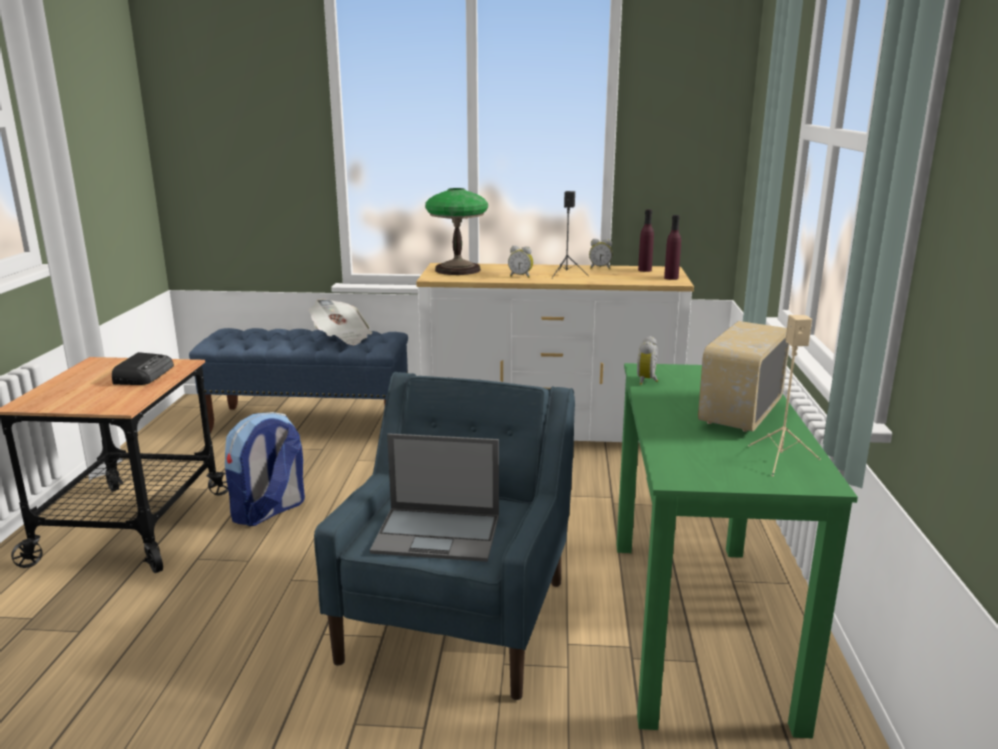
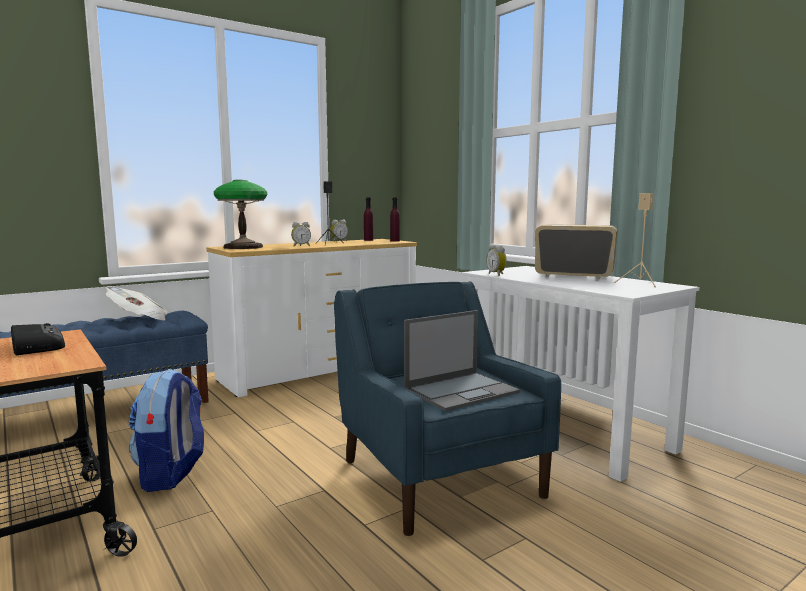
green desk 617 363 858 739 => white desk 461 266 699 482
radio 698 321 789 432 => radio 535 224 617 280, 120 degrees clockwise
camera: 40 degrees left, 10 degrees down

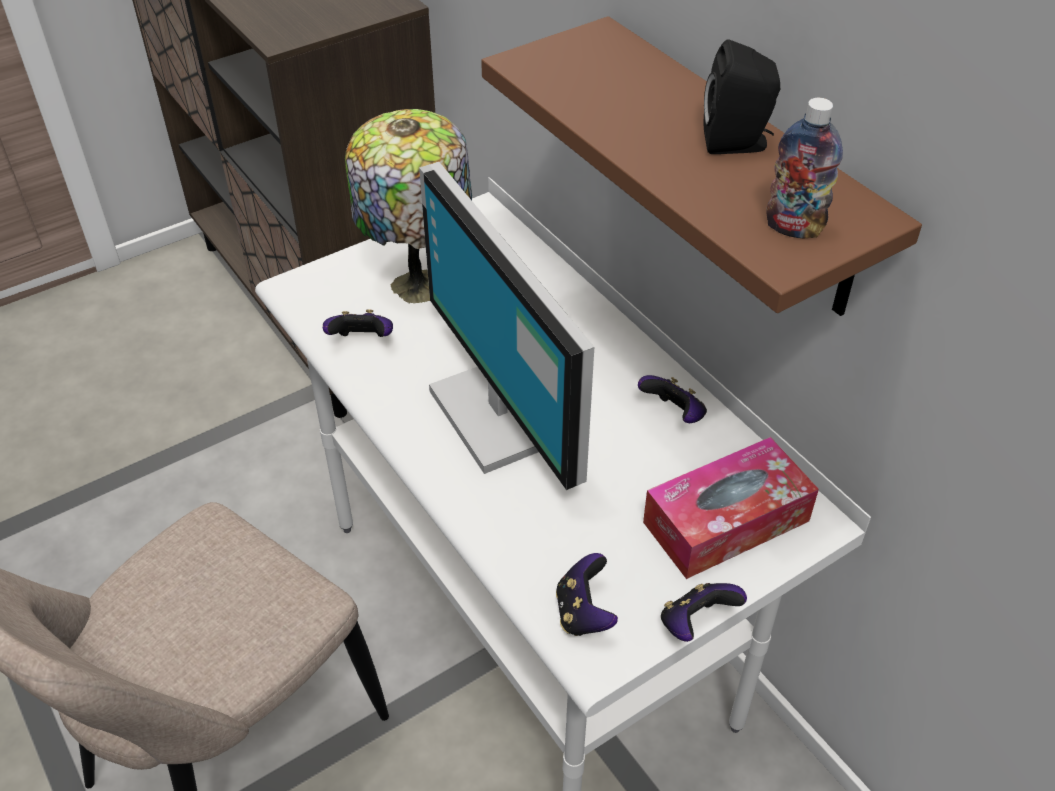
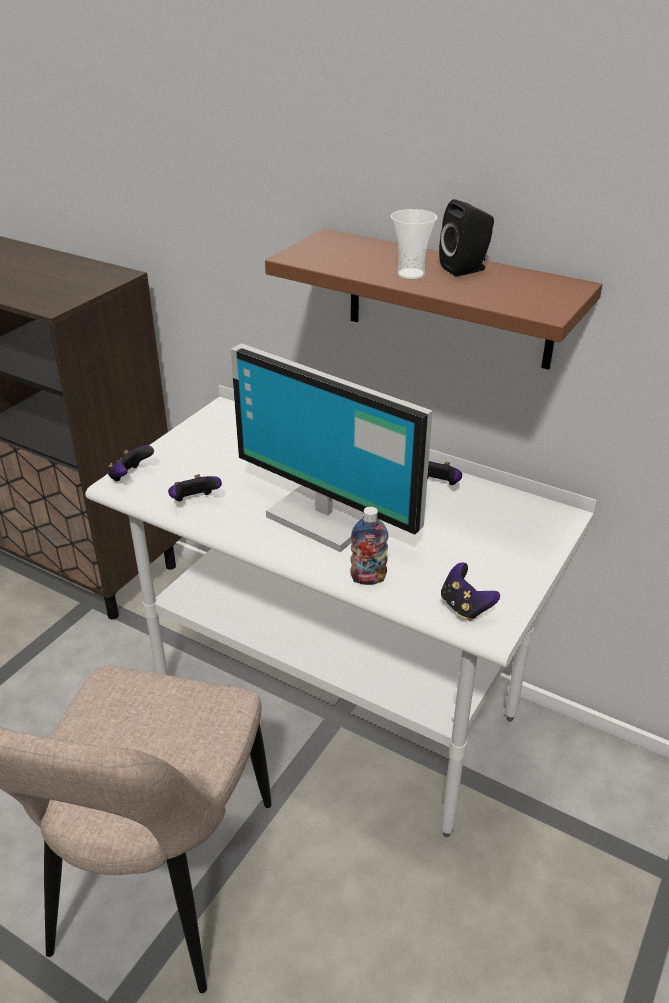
table lamp 345 109 472 304 => nothing
tissue box 643 437 819 579 => nothing
game controller 661 583 747 642 => game controller 108 445 154 482, relocated
bottle 766 98 843 238 => bottle 350 507 389 585, relocated
nothing => cup 391 209 438 279
camera: 25 degrees left, 10 degrees down

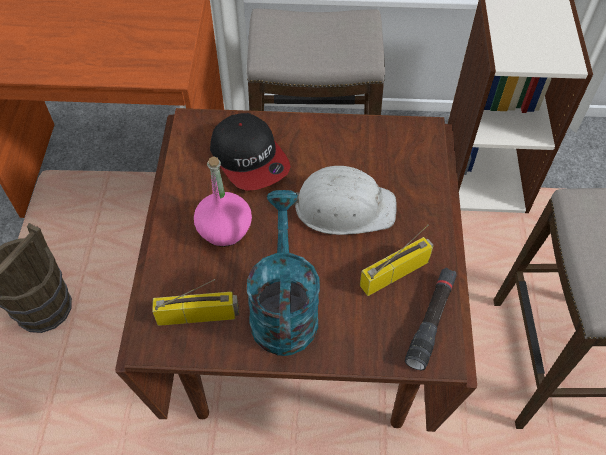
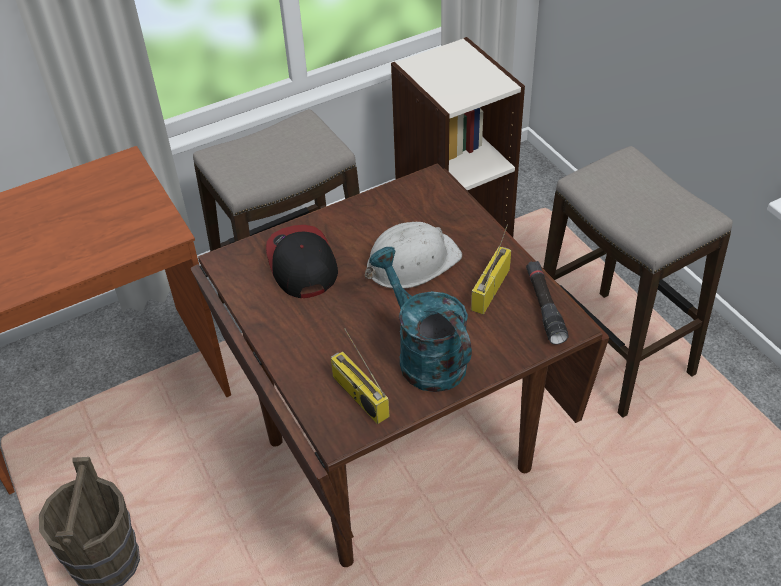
radio 152 279 239 326 => radio 331 329 390 424, 90 degrees counterclockwise
pink bottle 194 156 252 247 => nothing
cap 210 113 291 191 => cap 266 225 338 298, 135 degrees counterclockwise
camera: 30 degrees left, 10 degrees down

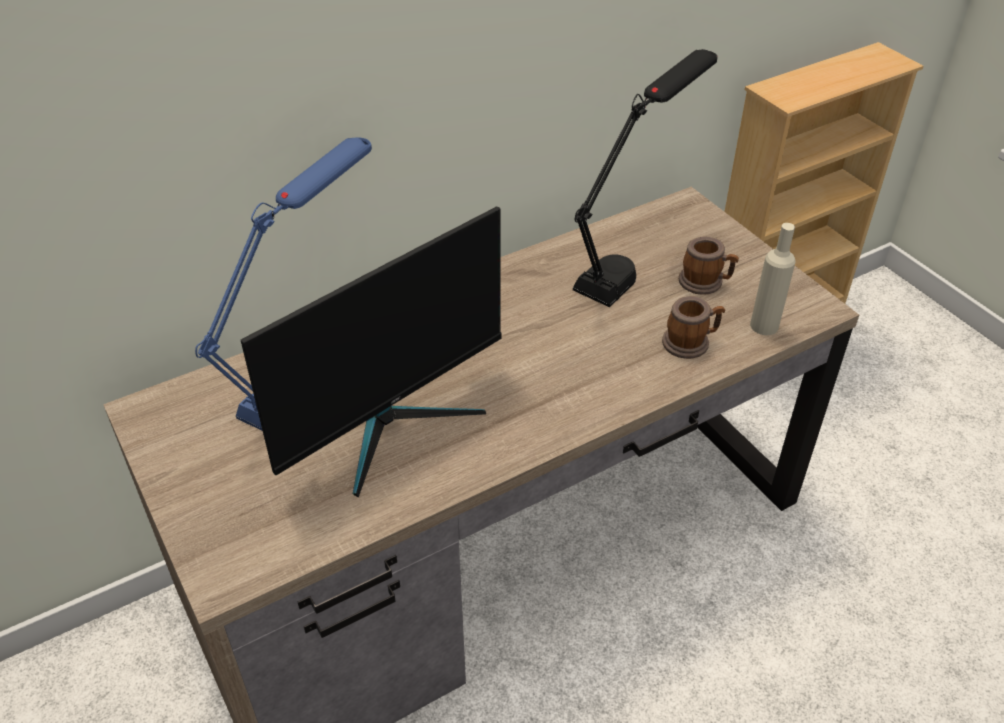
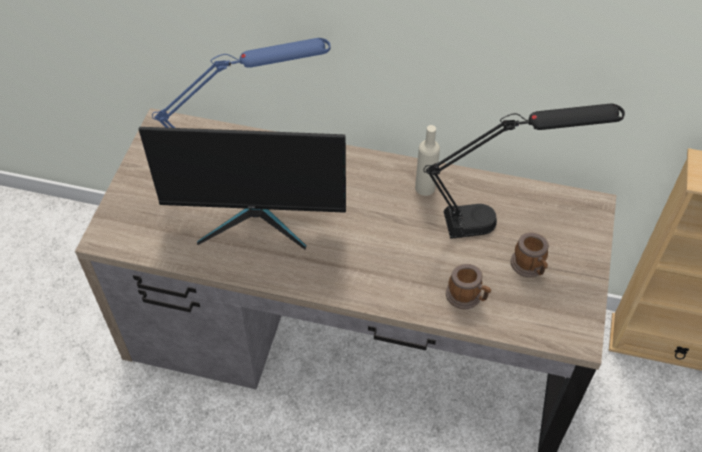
beige bottle 750 223 796 335 => beige bottle 415 125 440 196, relocated
camera: 45 degrees right, 10 degrees up

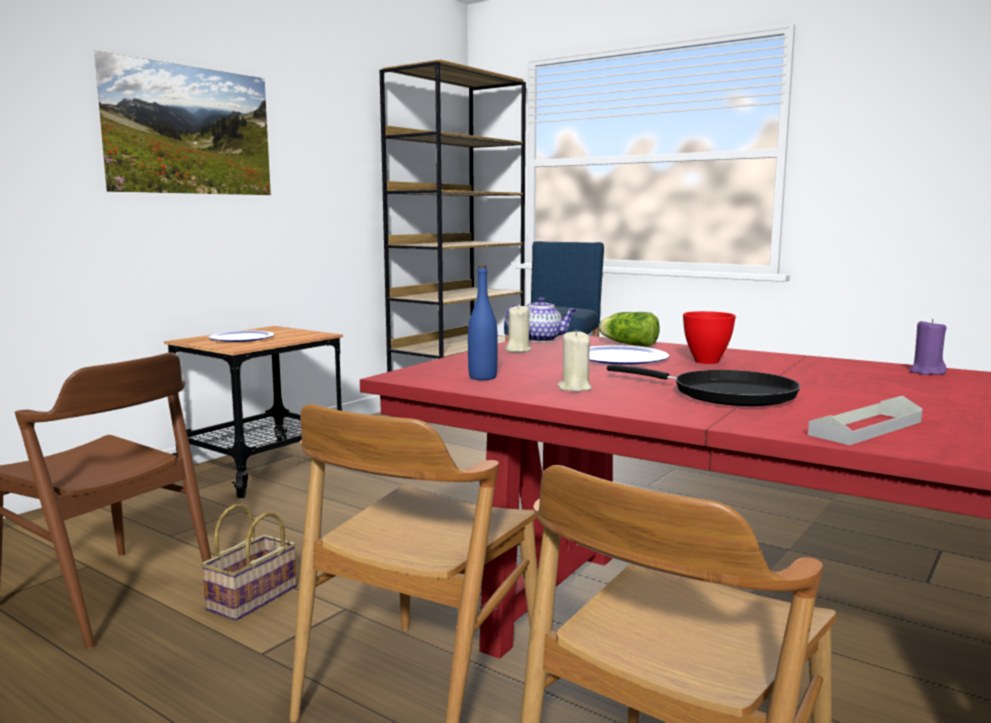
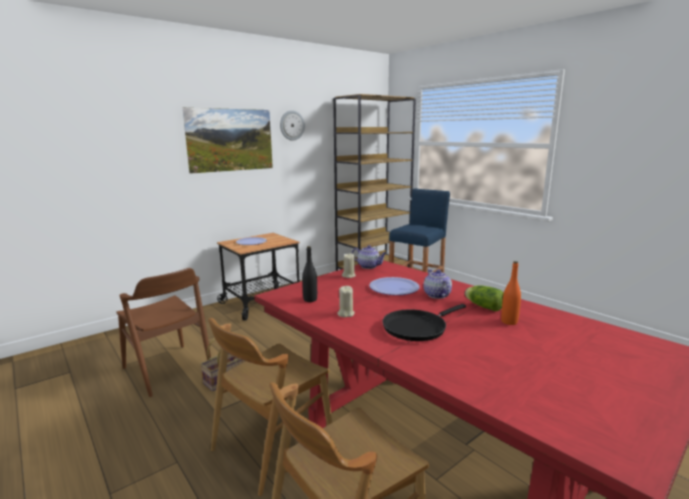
blue bottle 468 265 498 380 => black bottle 302 246 317 302
lettuce 599 312 660 347 => lettuce 465 285 504 311, relocated
black frying pan 607 364 800 406 => black frying pan 382 304 466 341, 90 degrees clockwise
red bowl 683 311 736 364 => teapot 423 269 452 299
grey tray 808 395 922 445 => nothing
purple candle 910 319 947 375 => nothing
nothing => wall clock 280 110 305 141
nothing => orange bottle 501 261 521 325
camera: 15 degrees right, 5 degrees up

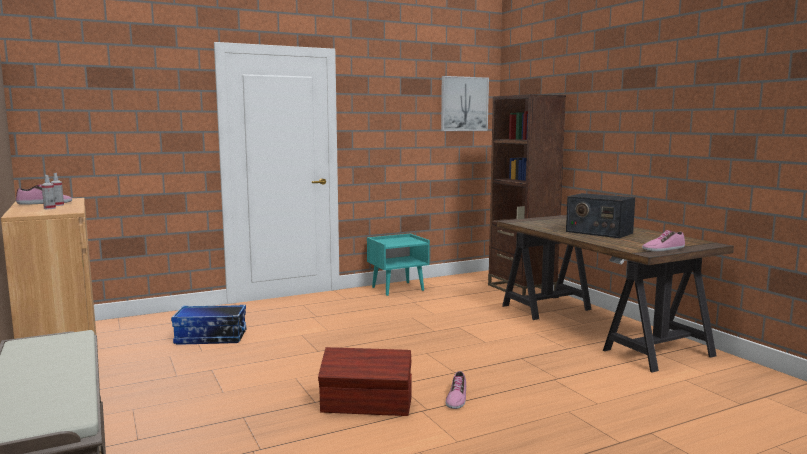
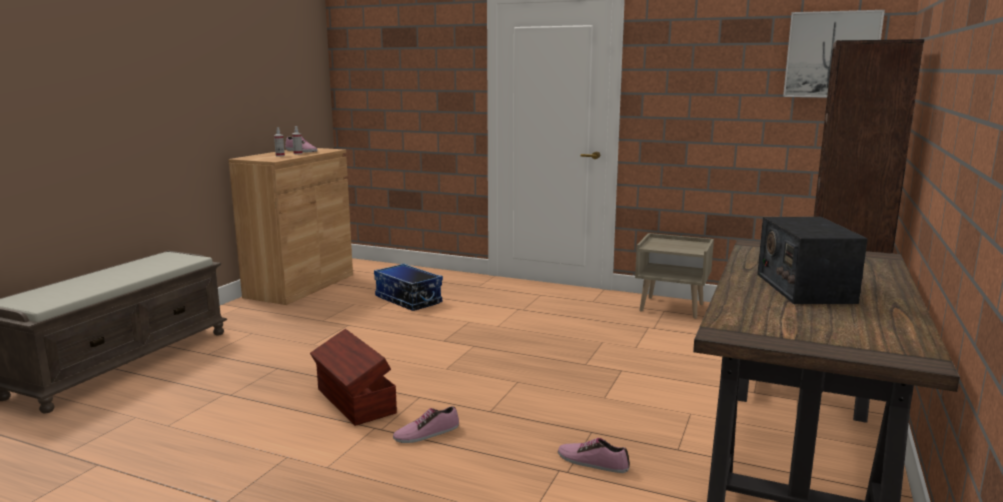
turquoise nightstand 367 233 430 296 => beige nightstand 635 233 714 319
shoe 642 230 685 251 => shoe 558 438 630 473, relocated
camera: 50 degrees right, 5 degrees up

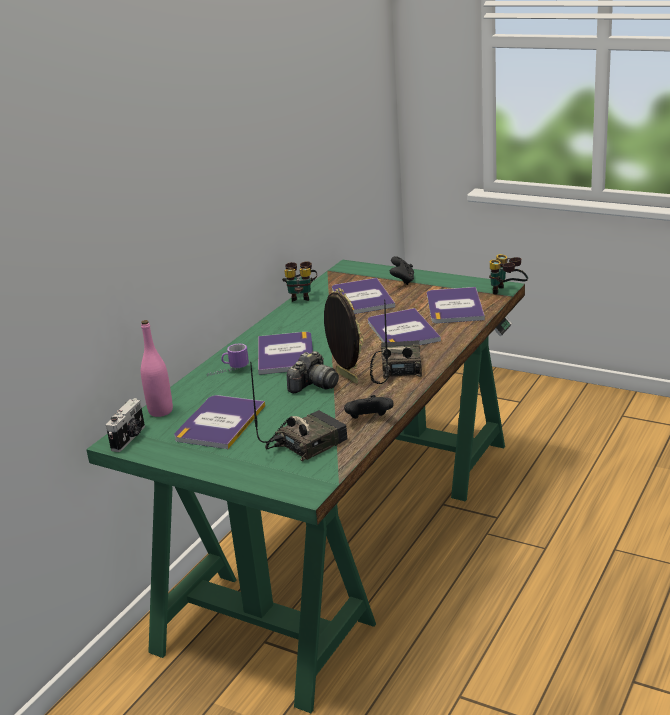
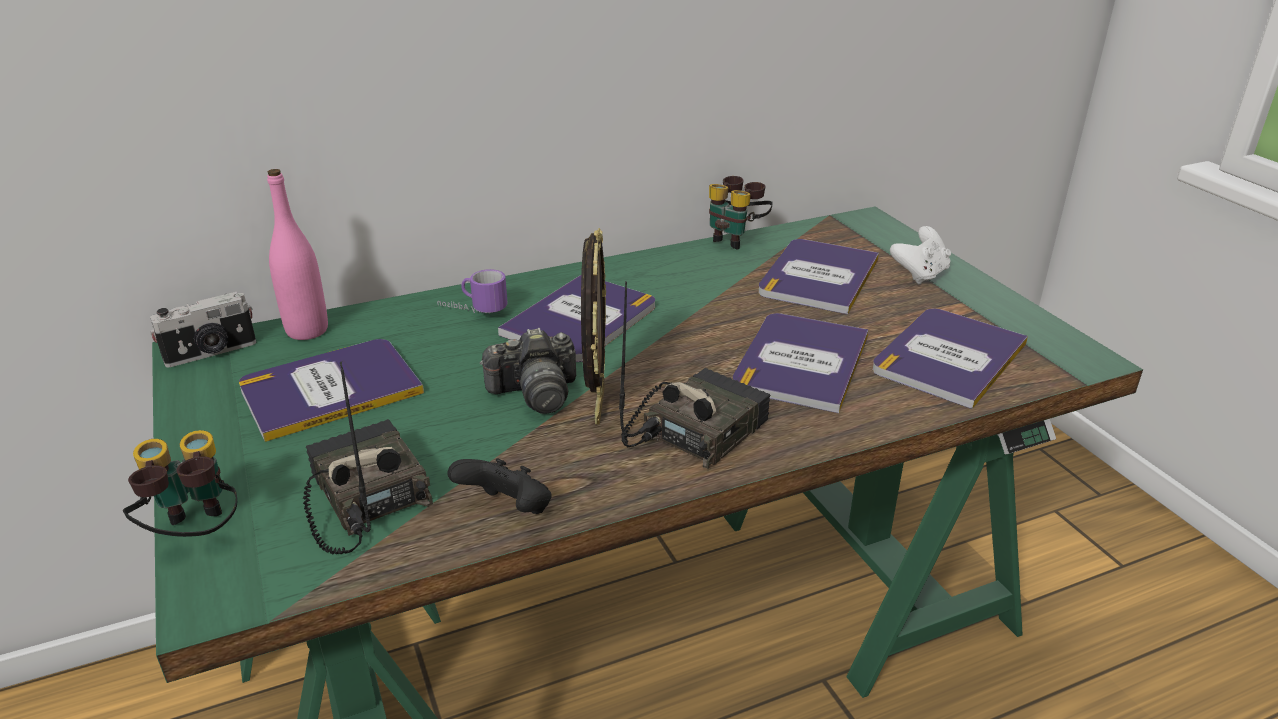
radio 251 365 347 461 => radio 303 361 433 554, 120 degrees counterclockwise
black game controller 390 256 414 285 => white game controller 890 226 951 285
binoculars 489 254 528 295 => binoculars 123 430 237 537, relocated
camera: 35 degrees right, 5 degrees up

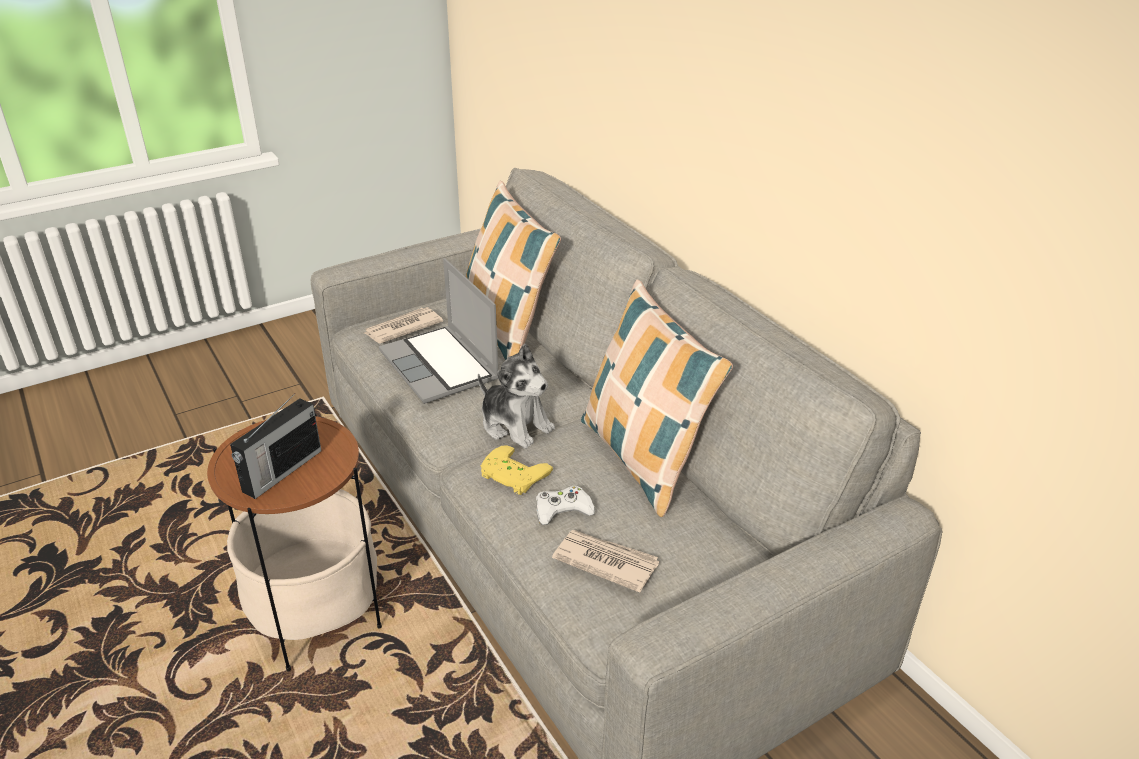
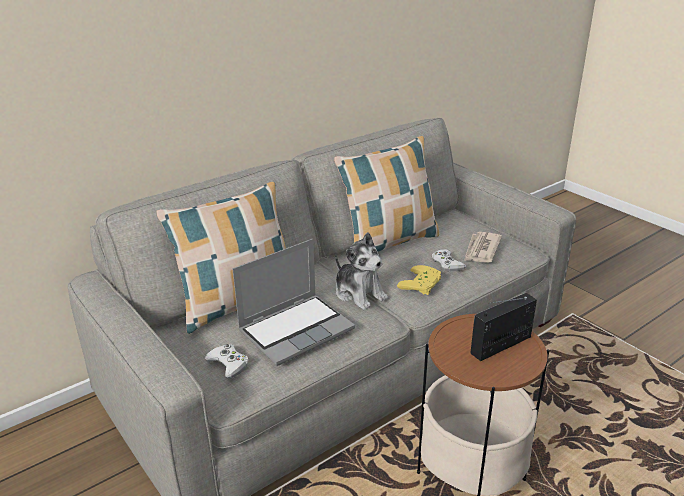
radio 230 393 321 499 => radio 470 293 537 361, 60 degrees counterclockwise
newspaper 365 307 443 344 => white game controller 205 344 249 378
plush toy 478 344 555 449 => plush toy 335 232 388 310, 105 degrees clockwise
camera: 95 degrees left, 5 degrees down

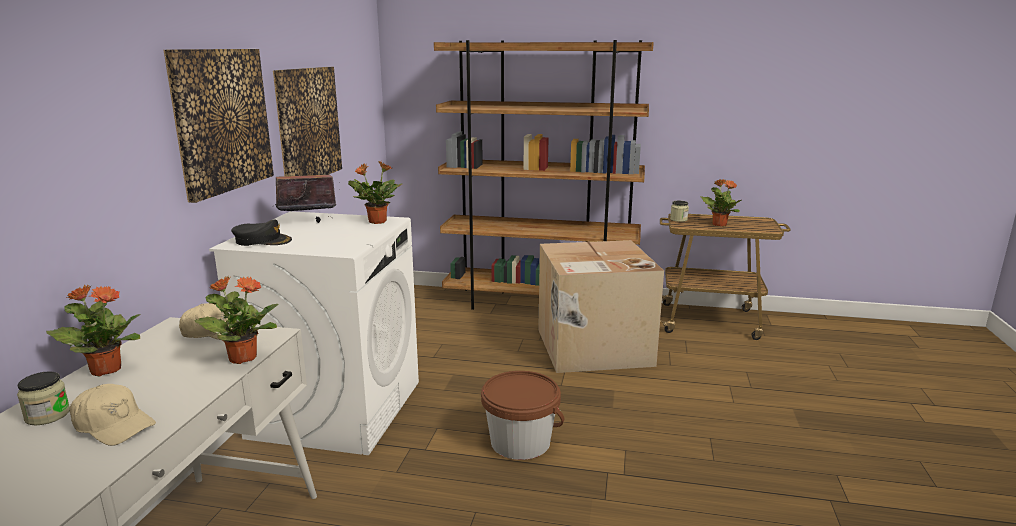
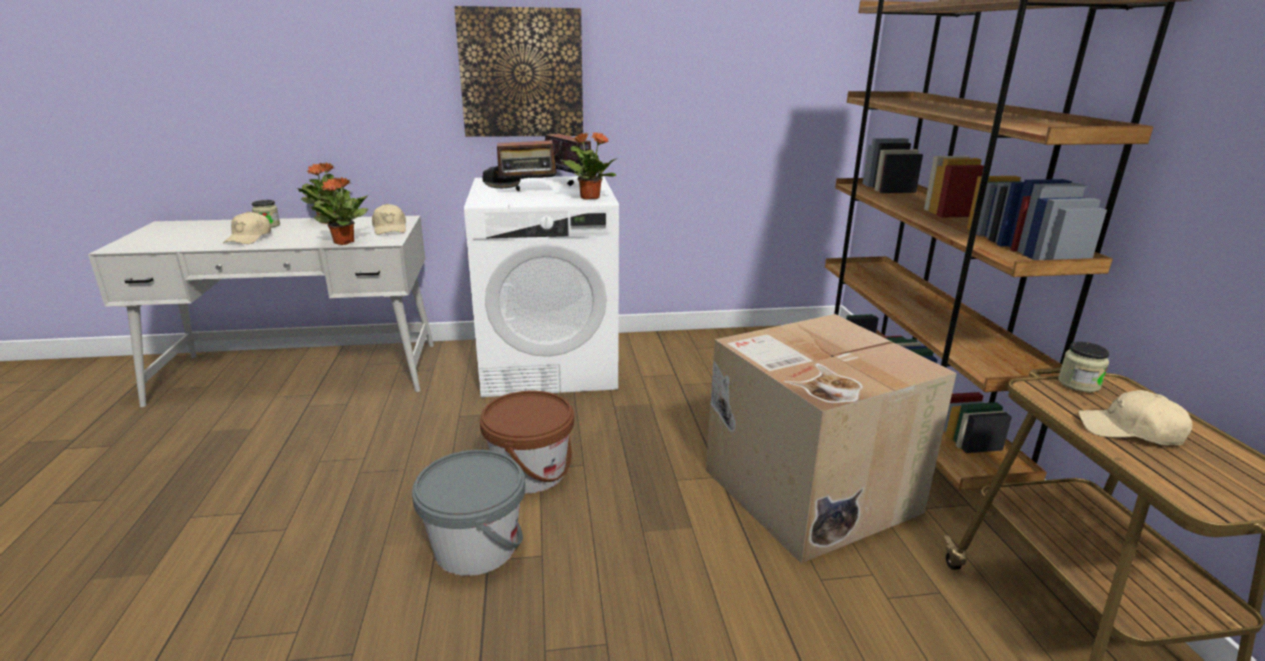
picture 273 67 342 176 => nothing
potted plant 701 179 741 227 => beige cap 1078 390 1193 445
nothing => grey bucket 412 450 525 576
nothing => radio 497 128 558 191
camera: 70 degrees right, 5 degrees up

